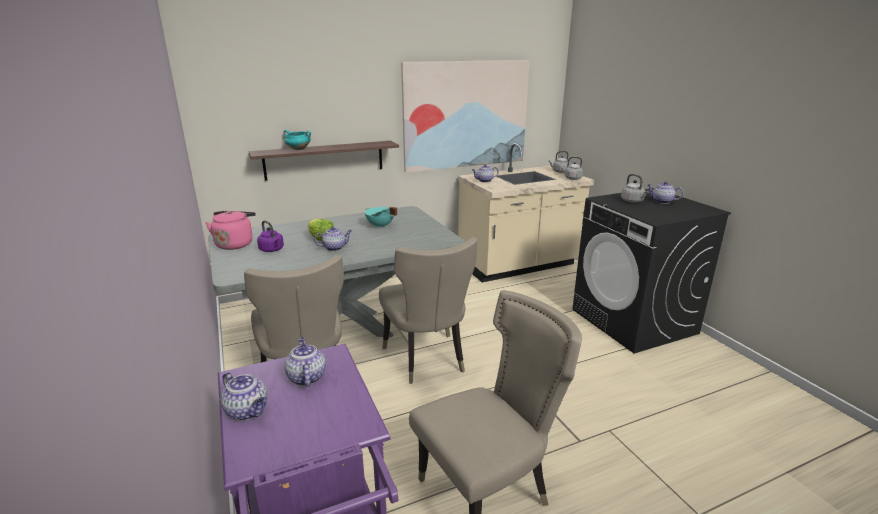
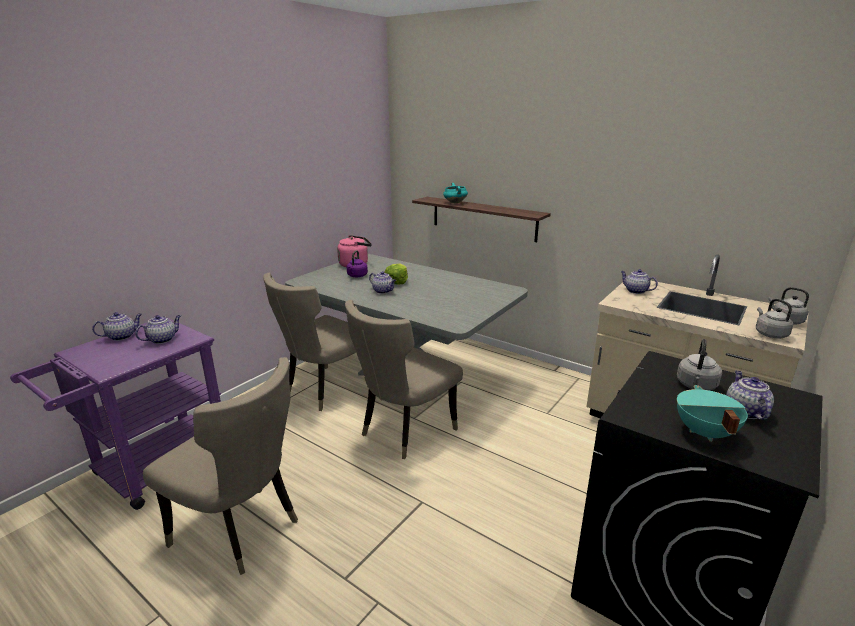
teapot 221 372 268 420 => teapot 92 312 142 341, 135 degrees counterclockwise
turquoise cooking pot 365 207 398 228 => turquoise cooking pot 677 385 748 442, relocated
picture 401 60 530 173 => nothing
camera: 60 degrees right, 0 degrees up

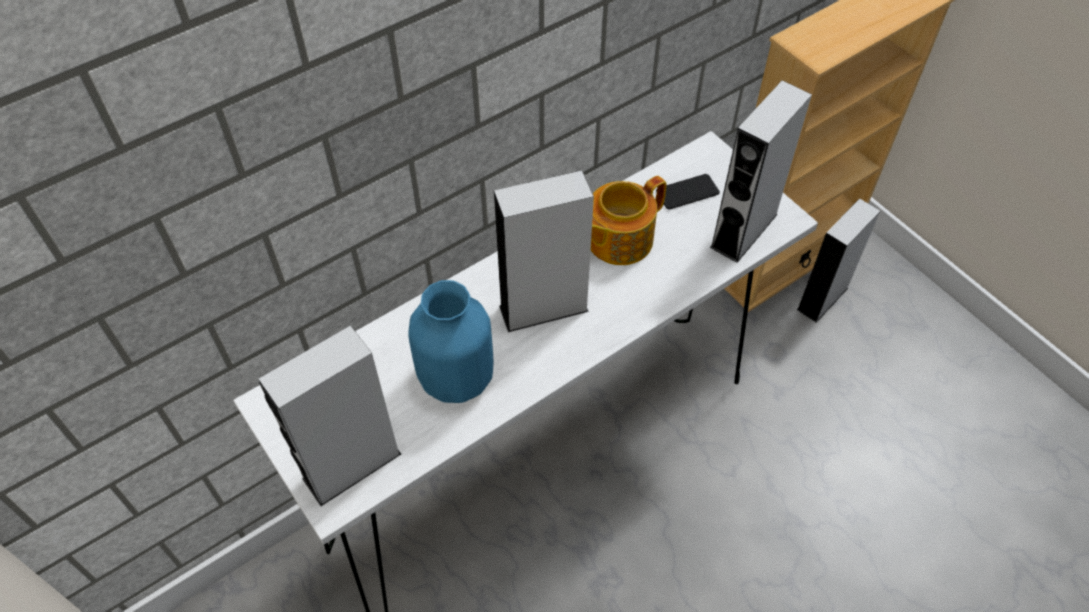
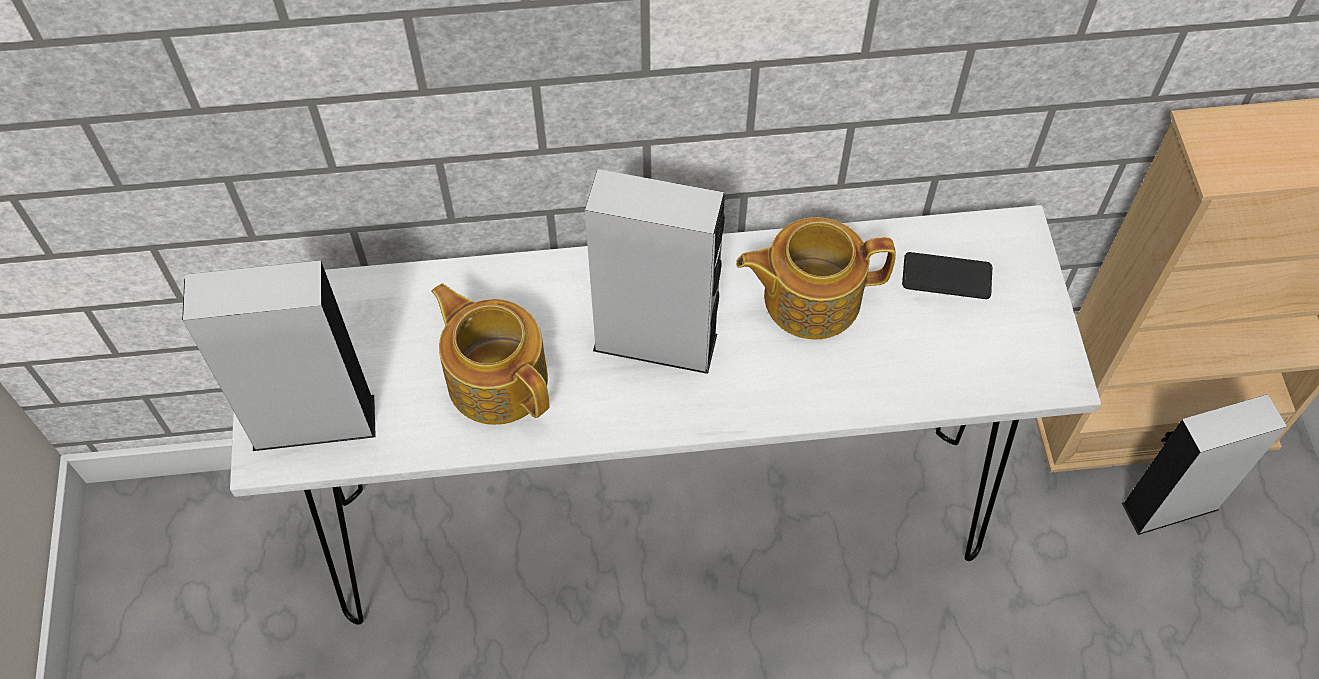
blue vase 408 280 493 403 => teapot 431 283 550 425
grey speaker 710 80 812 263 => nothing
camera: 30 degrees right, 5 degrees up

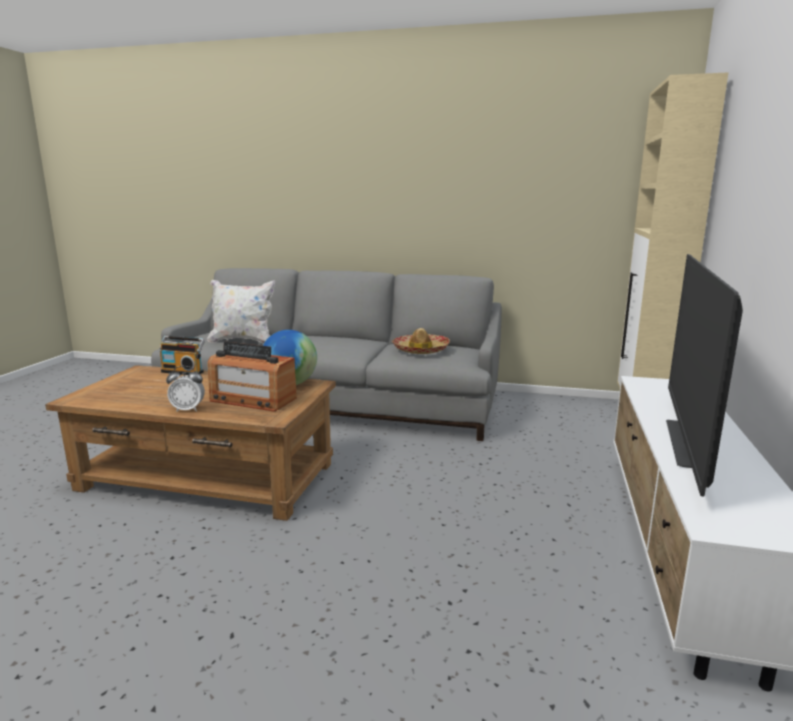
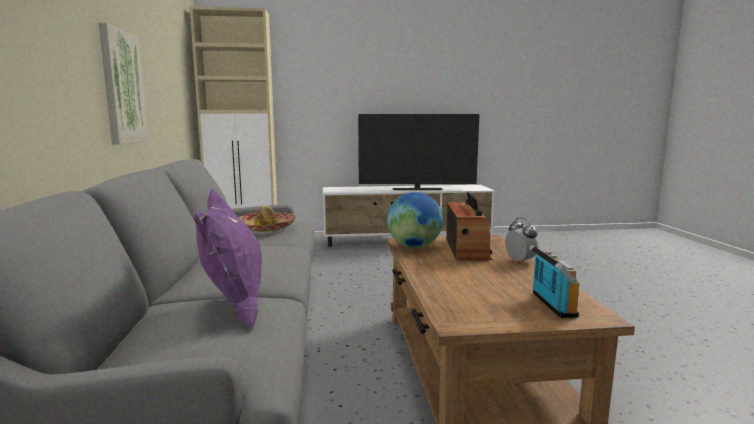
radio 159 336 205 375 => radio 529 245 579 318, relocated
white pillow 207 280 275 344 => purple pillow 194 189 262 329
nothing => picture 98 23 148 145
camera: 110 degrees left, 5 degrees down

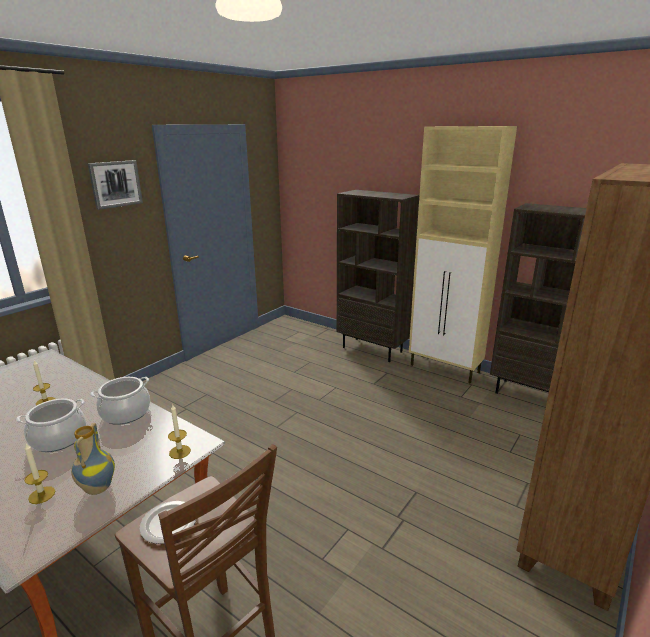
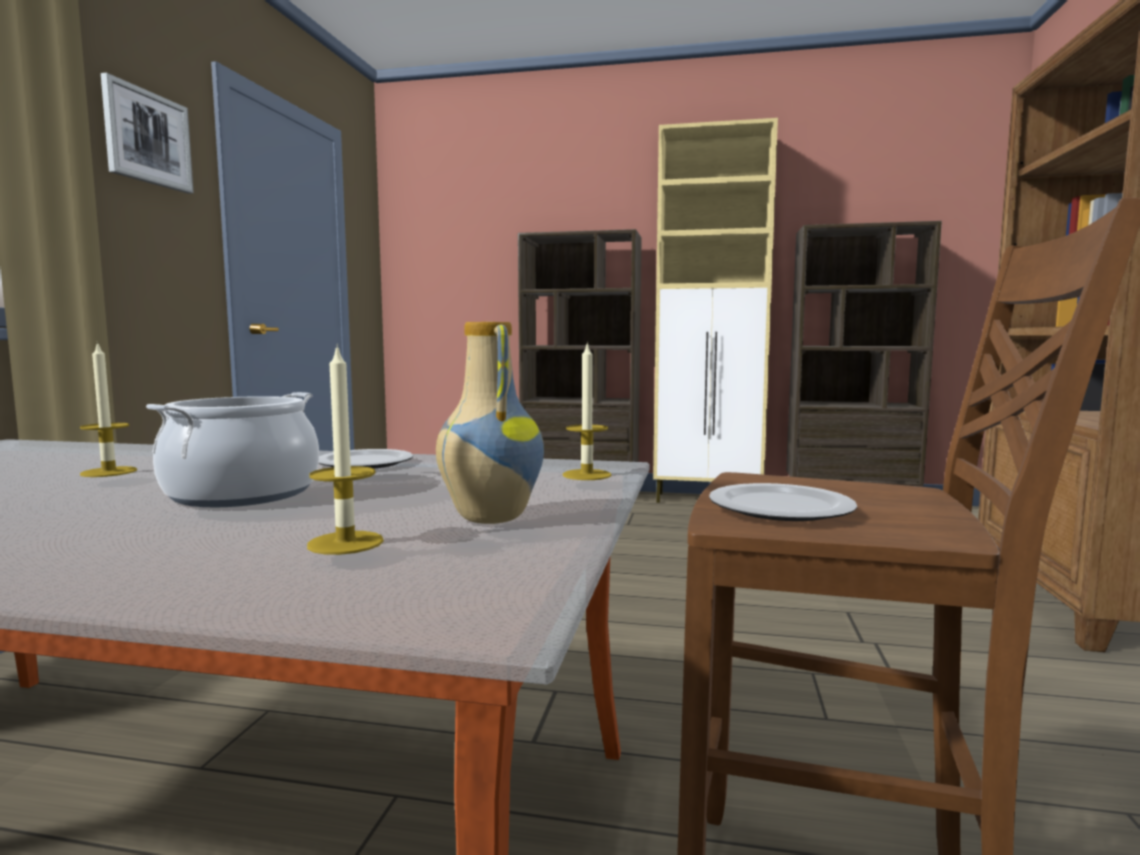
cooking pot 91 377 150 425 => plate 319 449 413 469
camera: 25 degrees left, 15 degrees down

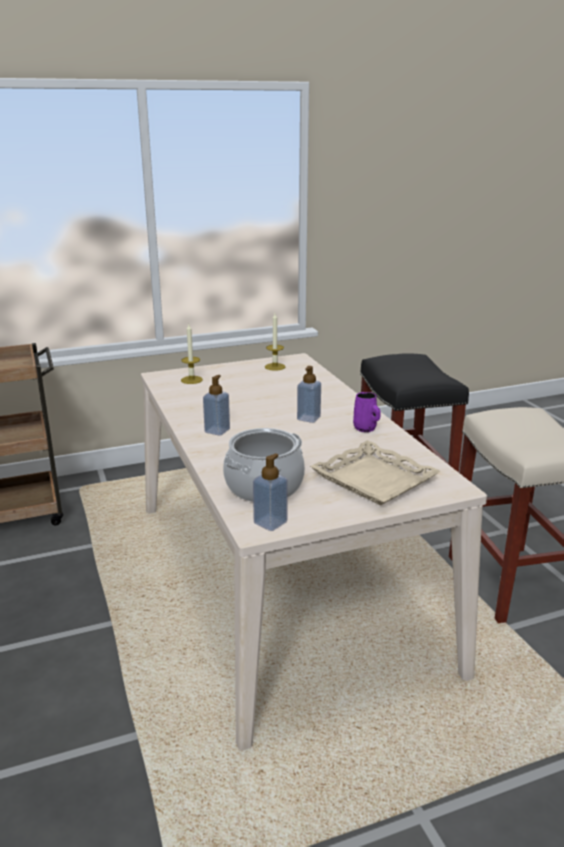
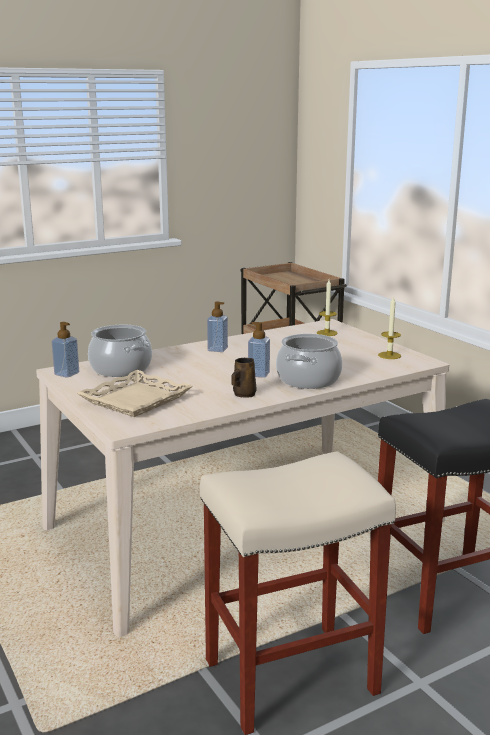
purple mug 353 392 381 432 => brown mug 231 358 256 398
nothing => cooking pot 276 334 342 389
camera: 80 degrees right, 5 degrees down

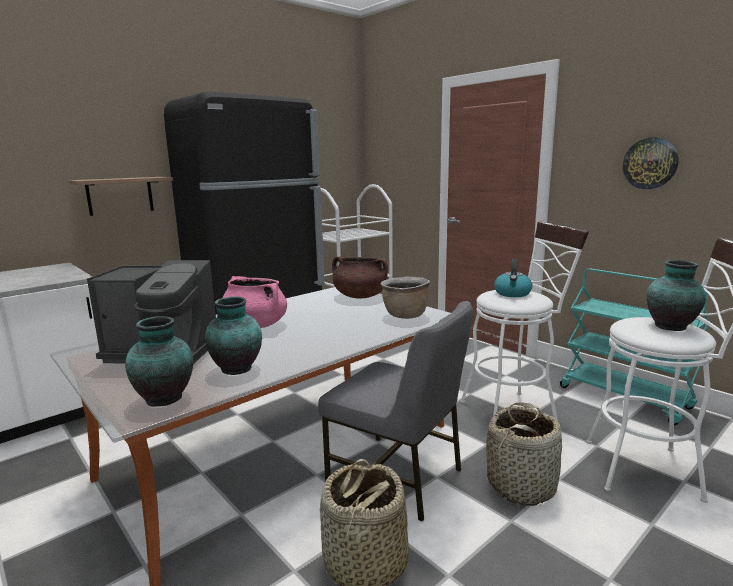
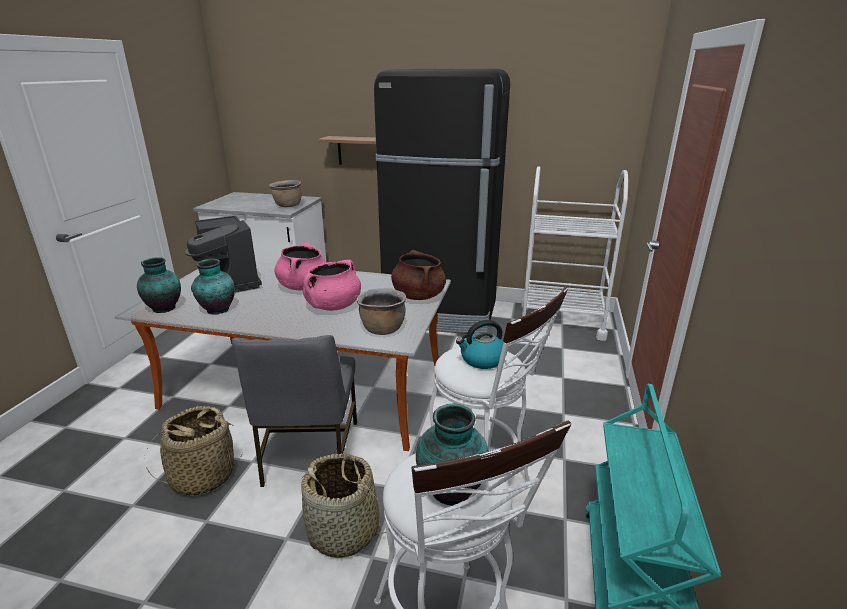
wall clock 623 137 679 189 => nothing
nothing => brown cooking pot 269 180 302 207
nothing => pink cooking pot 303 260 361 311
camera: 55 degrees right, 10 degrees up

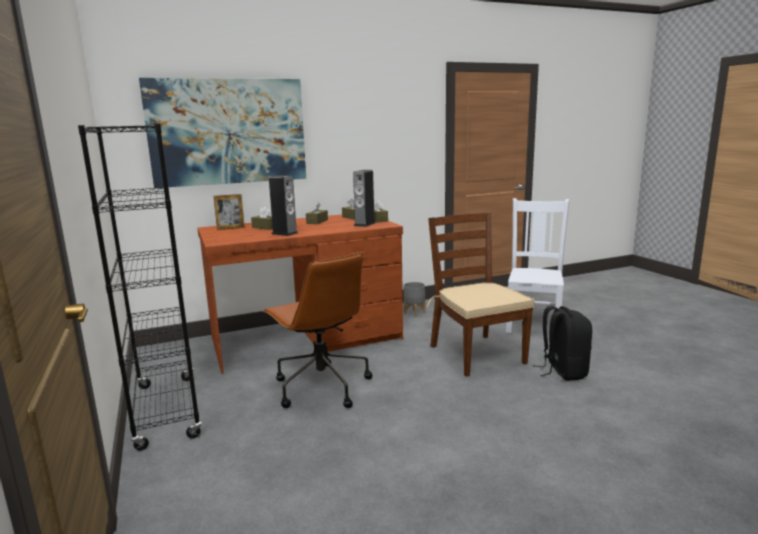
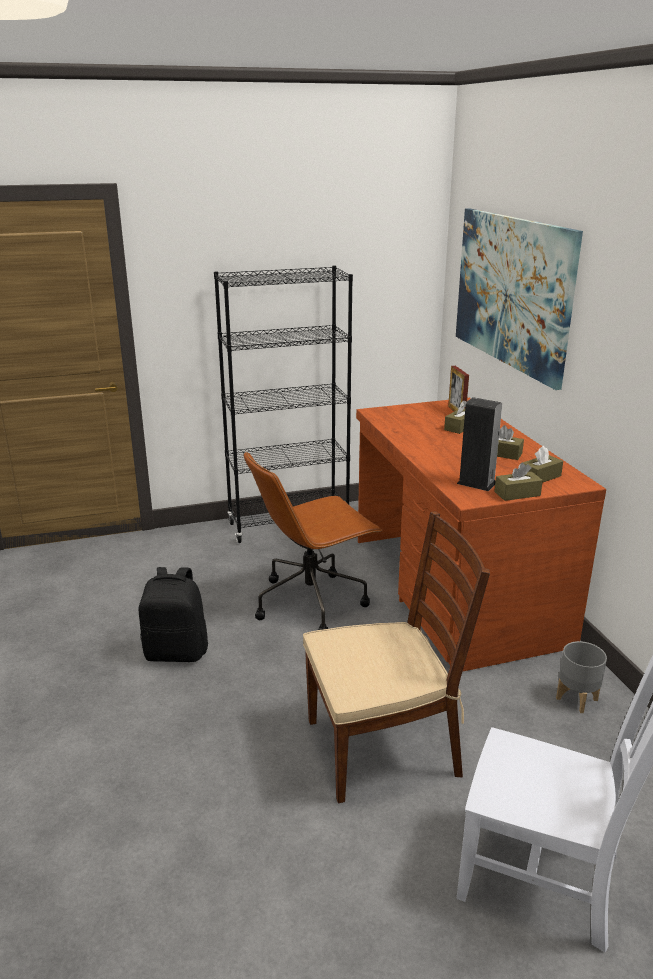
speaker 269 175 298 236 => nothing
black backpack 533 306 592 381 => black backpack 139 567 208 662, relocated
camera: 95 degrees right, 10 degrees up

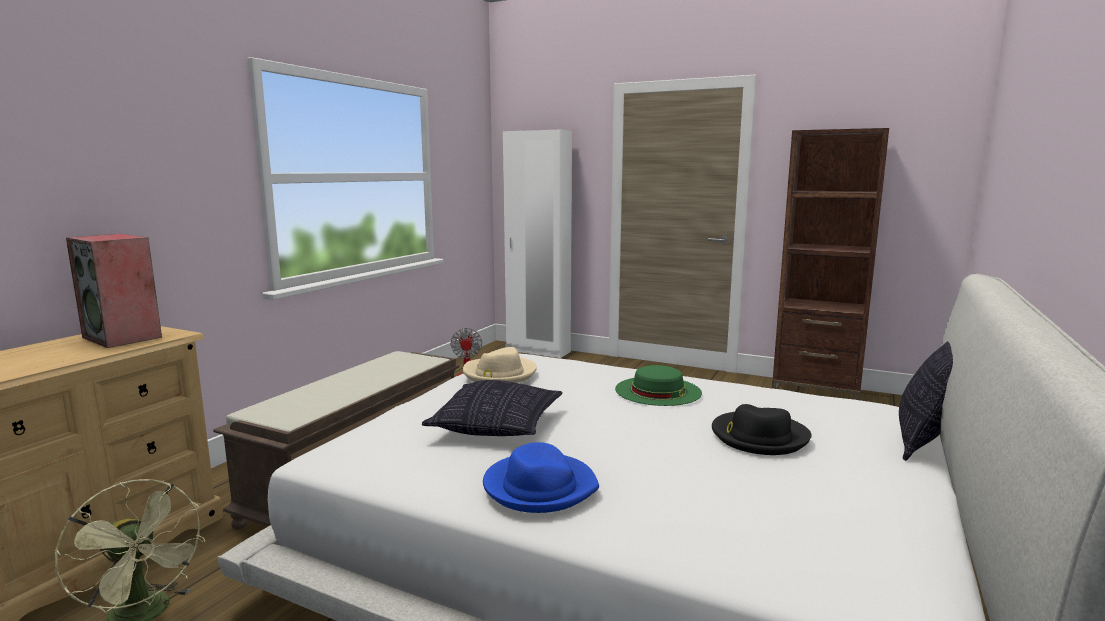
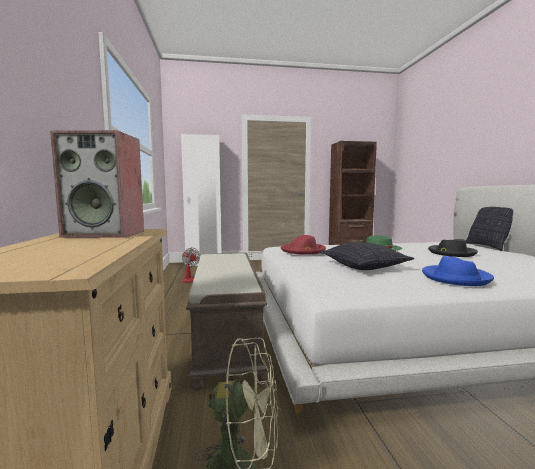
beige hat 463 347 537 383 => red hat 280 235 326 255
camera: 35 degrees left, 5 degrees down

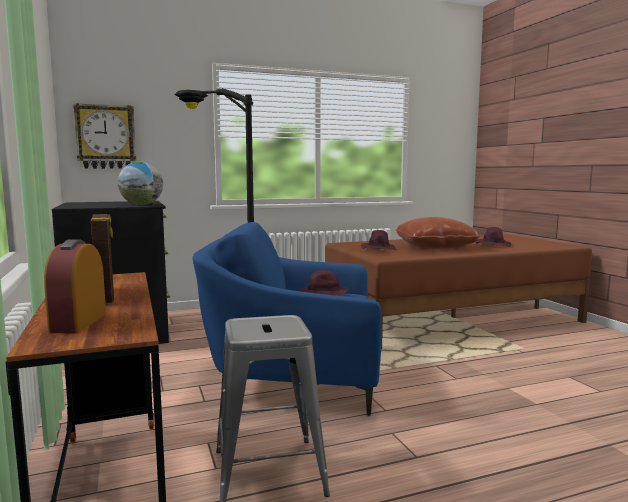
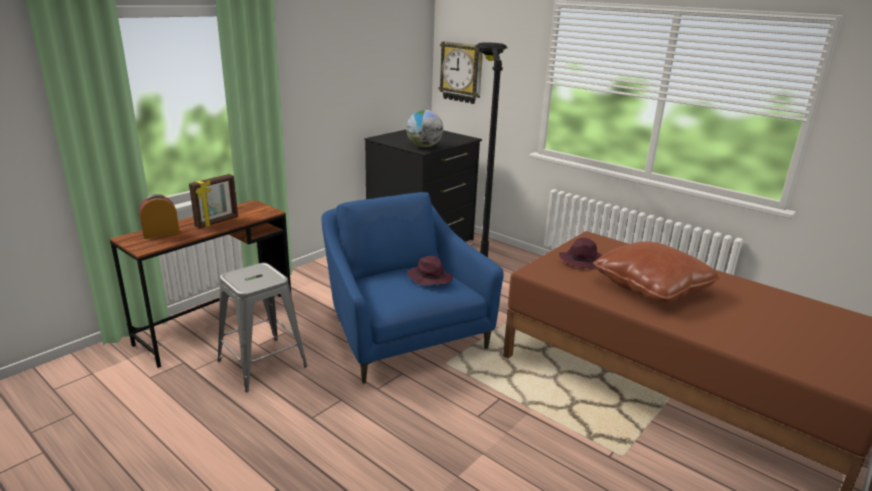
purple hat 476 227 511 247 => nothing
camera: 60 degrees right, 15 degrees up

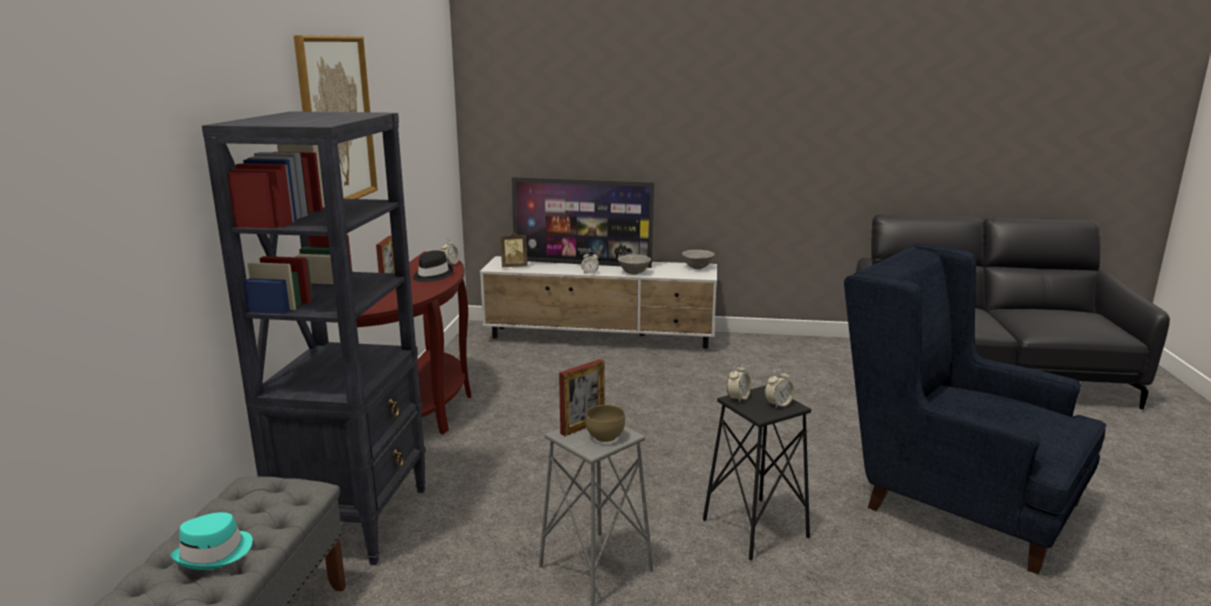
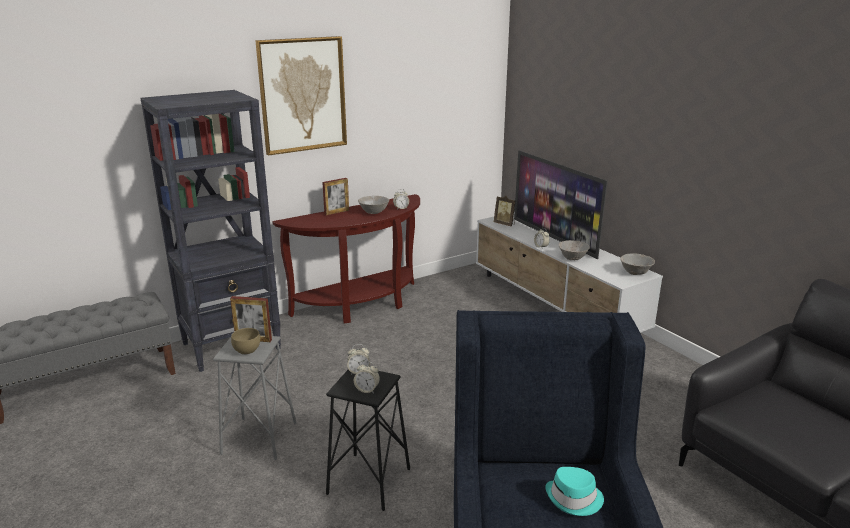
turquoise hat 170 512 253 570 => turquoise hat 545 467 604 516, relocated
black hat 413 250 453 282 => grey bowl 358 196 389 214
camera: 50 degrees right, 5 degrees up

